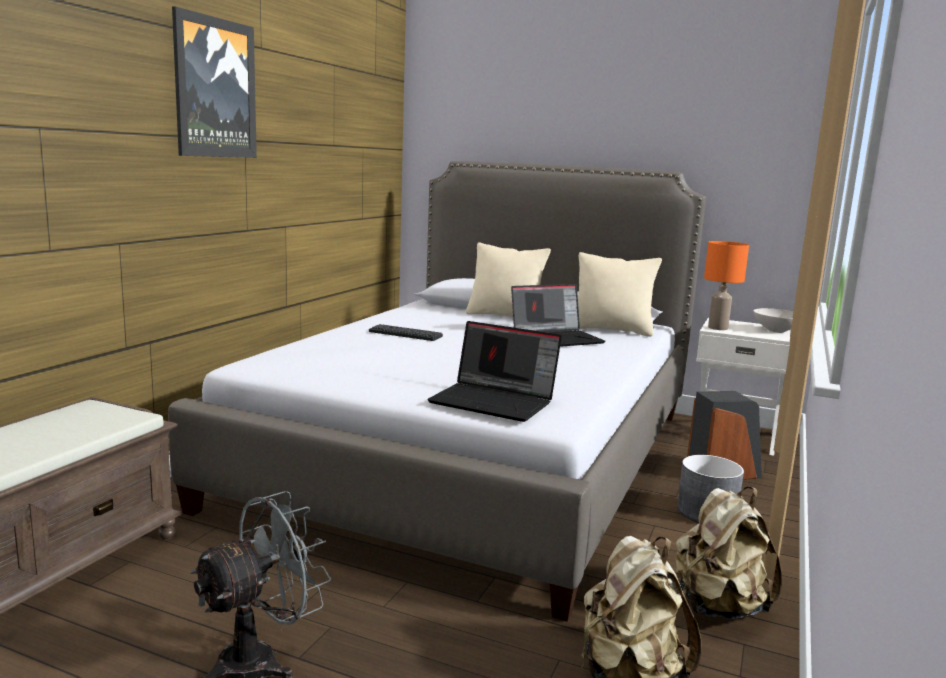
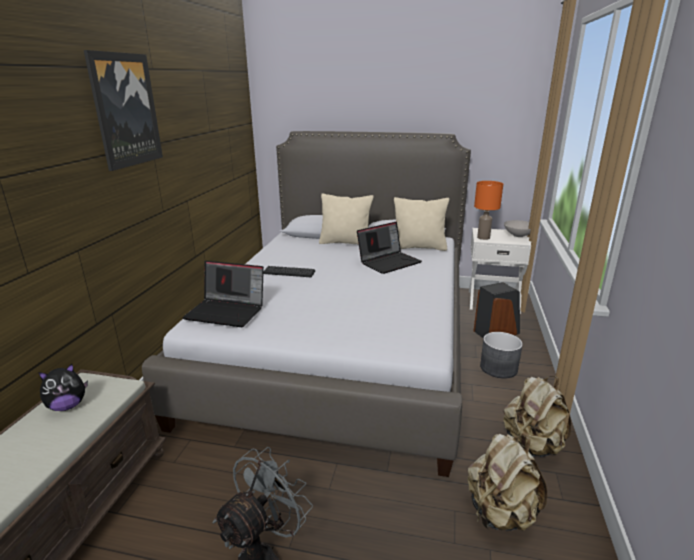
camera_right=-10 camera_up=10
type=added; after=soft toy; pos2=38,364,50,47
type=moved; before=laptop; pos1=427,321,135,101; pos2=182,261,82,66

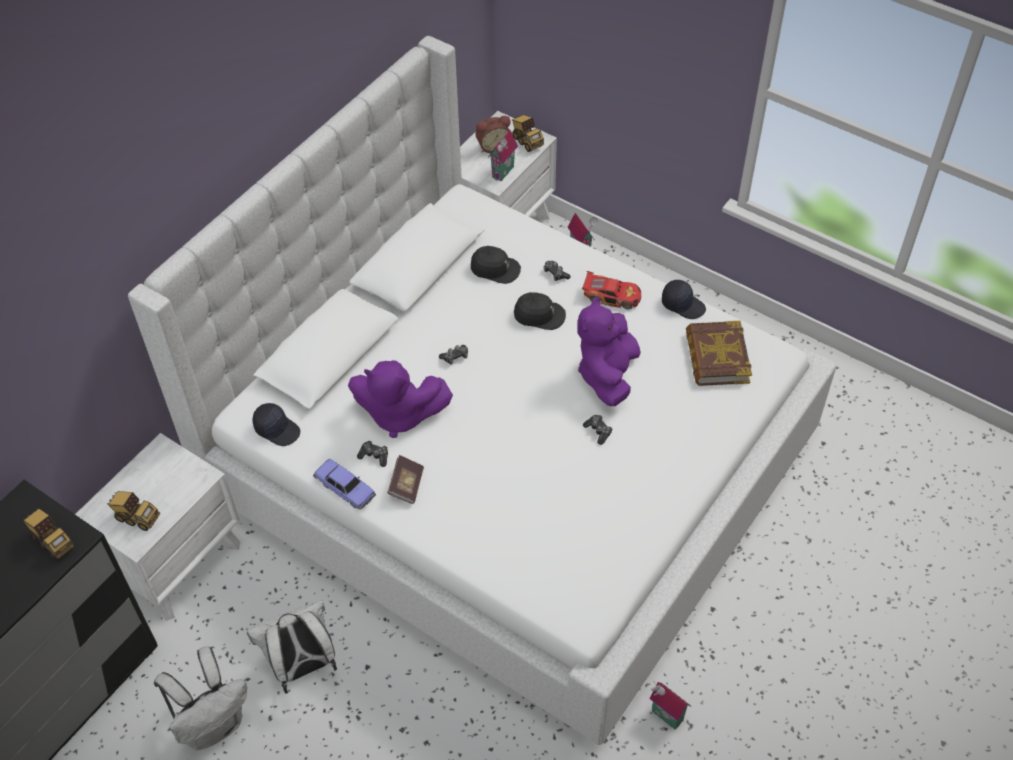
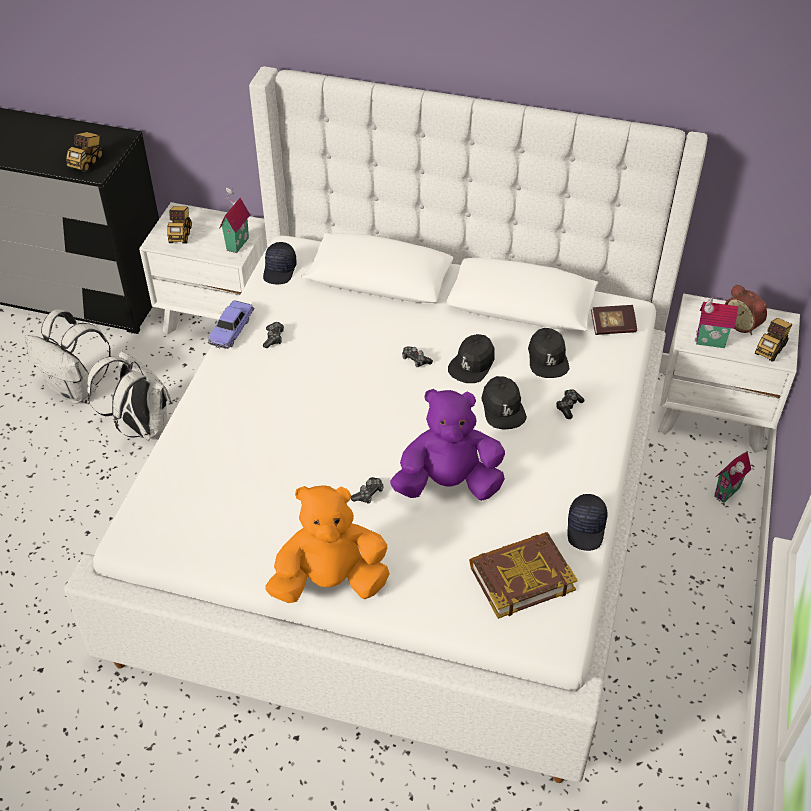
camera_right=70 camera_up=-5
type=moved; before=model house; pos1=649,681,42,49; pos2=219,187,31,66
type=added; after=soft toy/orange; pos2=265,485,125,118
type=added; after=peaked cap/black-coloured; pos2=448,334,47,49
type=moved; before=volume; pos1=388,455,36,49; pos2=591,305,46,30
type=removed; before=soft toy/purplish; pos1=348,360,105,78
type=removed; before=model car; pos1=582,271,59,38

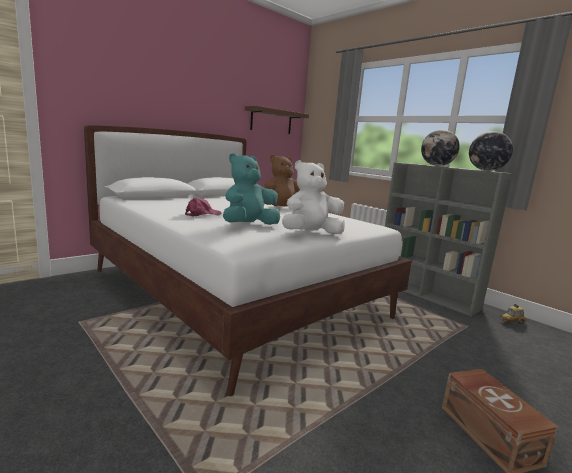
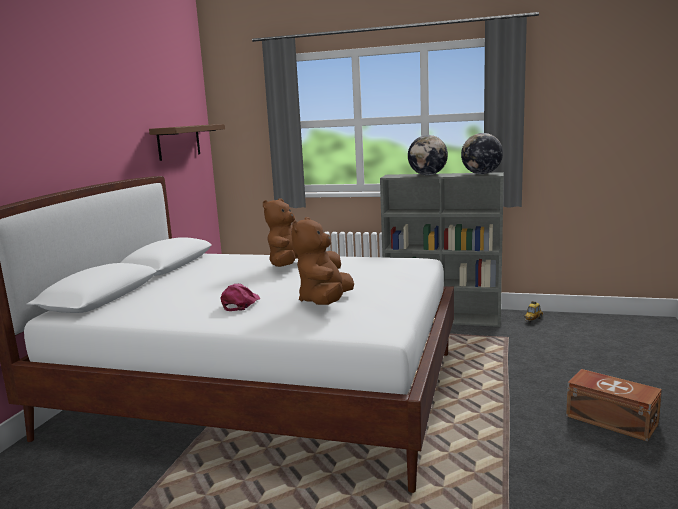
camera_right=-30 camera_up=0
type=recoloured; before=soft toy/blue-green; after=soft toy/brown; pos1=223,153,57,72; pos2=291,217,63,88
type=removed; before=soft toy/white; pos1=282,160,63,74

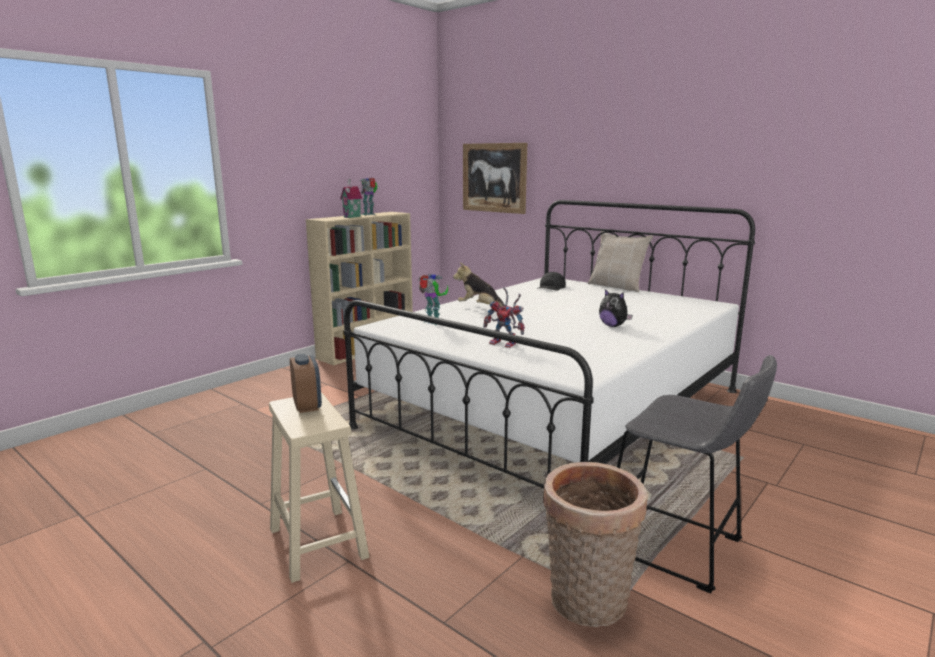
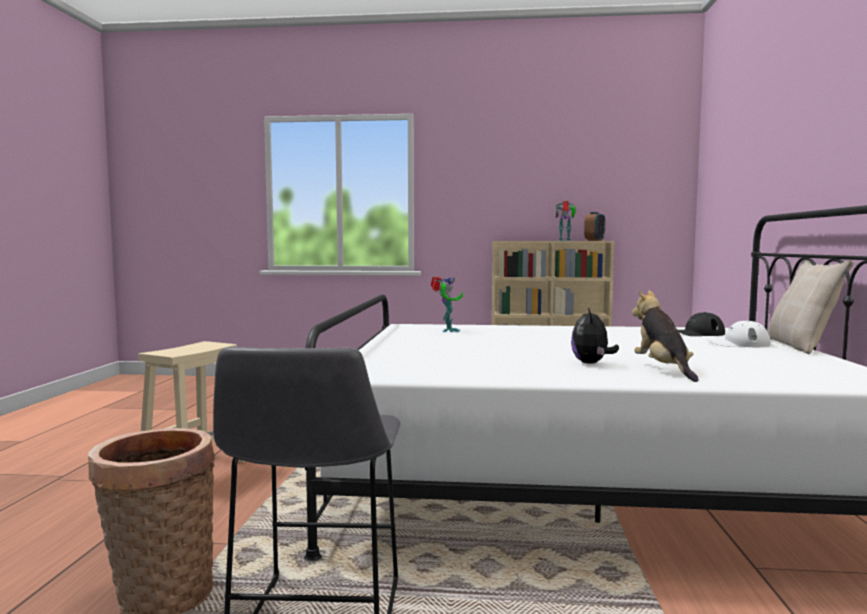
camera_right=55 camera_up=-10
type=moved; before=alarm clock; pos1=290,354,32,59; pos2=584,212,21,29
type=moved; before=soft toy; pos1=453,263,52,44; pos2=632,290,67,92
type=added; after=peaked cap/white; pos2=706,320,64,27
type=removed; before=model house; pos1=340,179,23,39
type=removed; before=picture; pos1=463,143,64,71
type=removed; before=robot figure; pos1=483,287,42,61

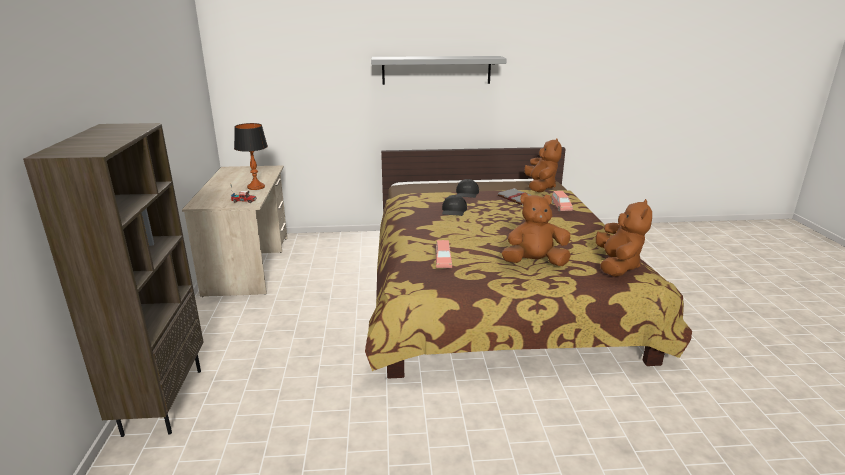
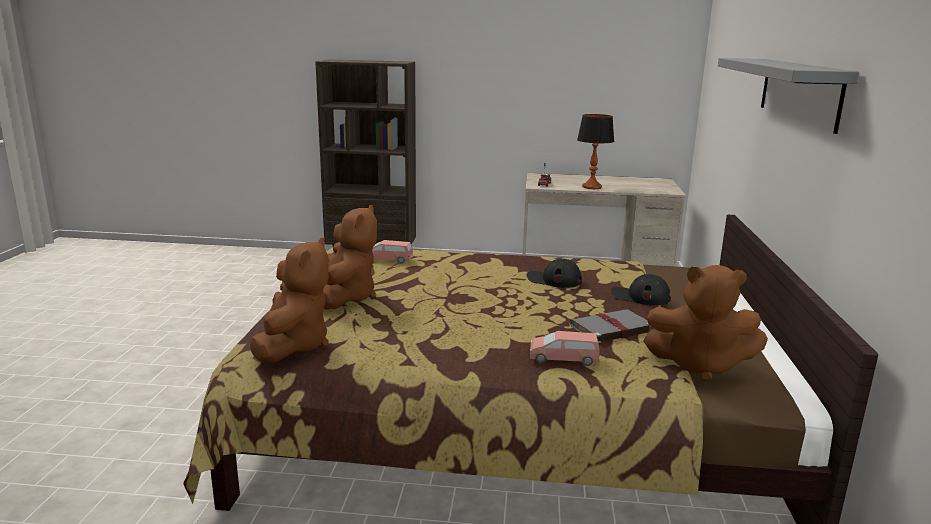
camera_right=100 camera_up=-5
type=turned; before=soft toy/brown; pos1=596,199,56,78; pos2=250,238,79,125; turn=-105

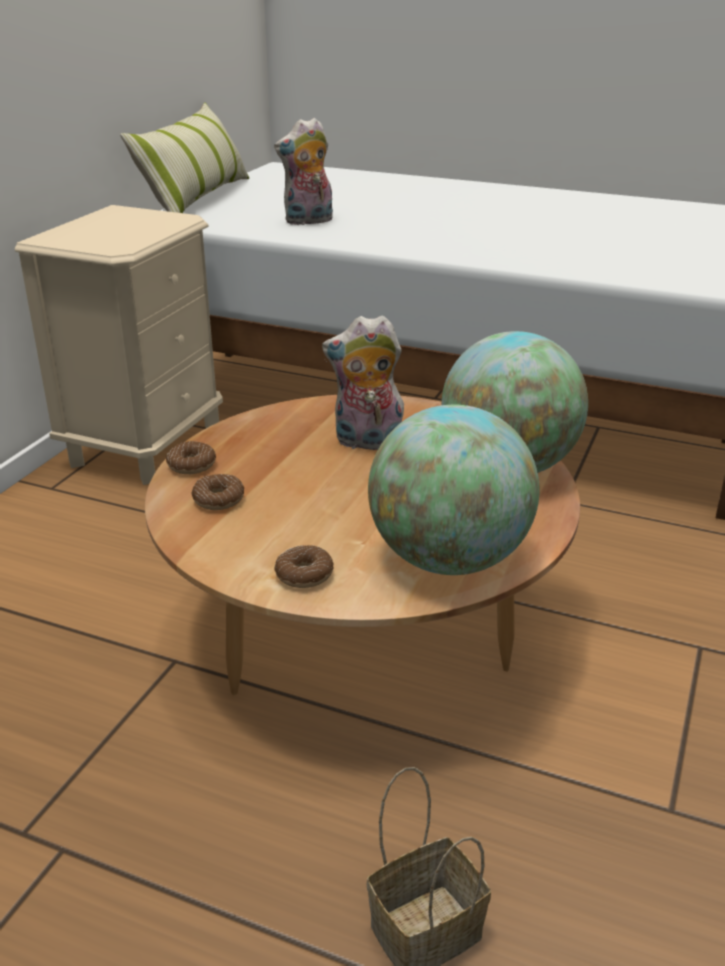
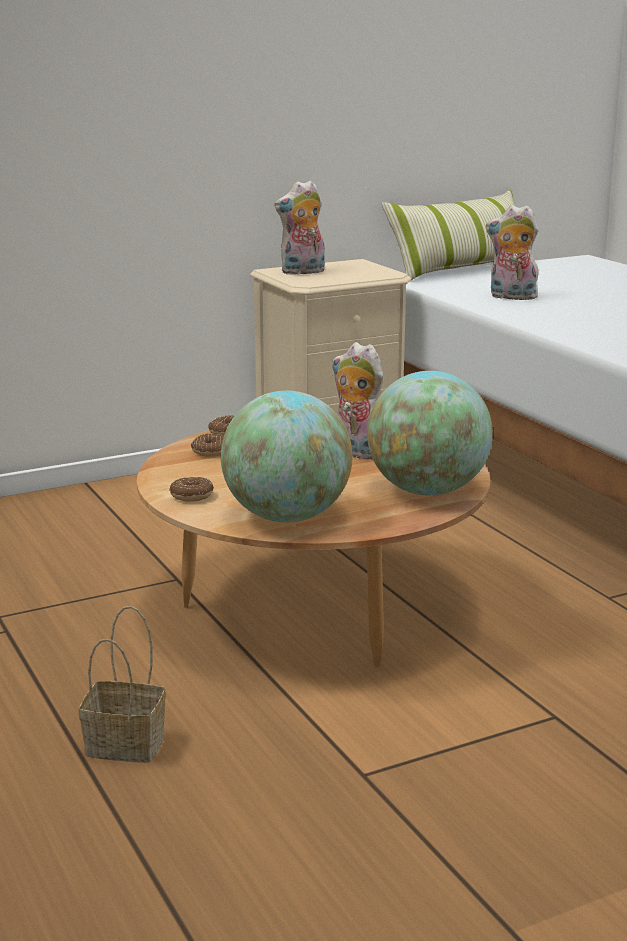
camera_right=40 camera_up=-10
type=added; after=soft toy; pos2=274,180,51,95

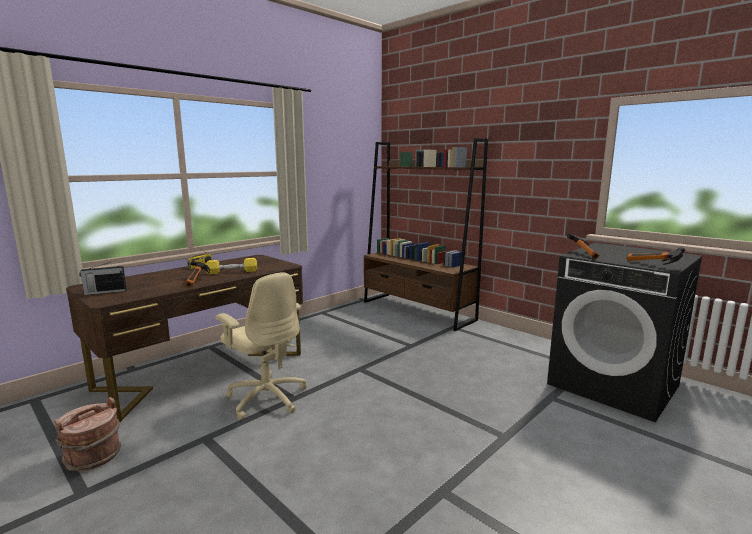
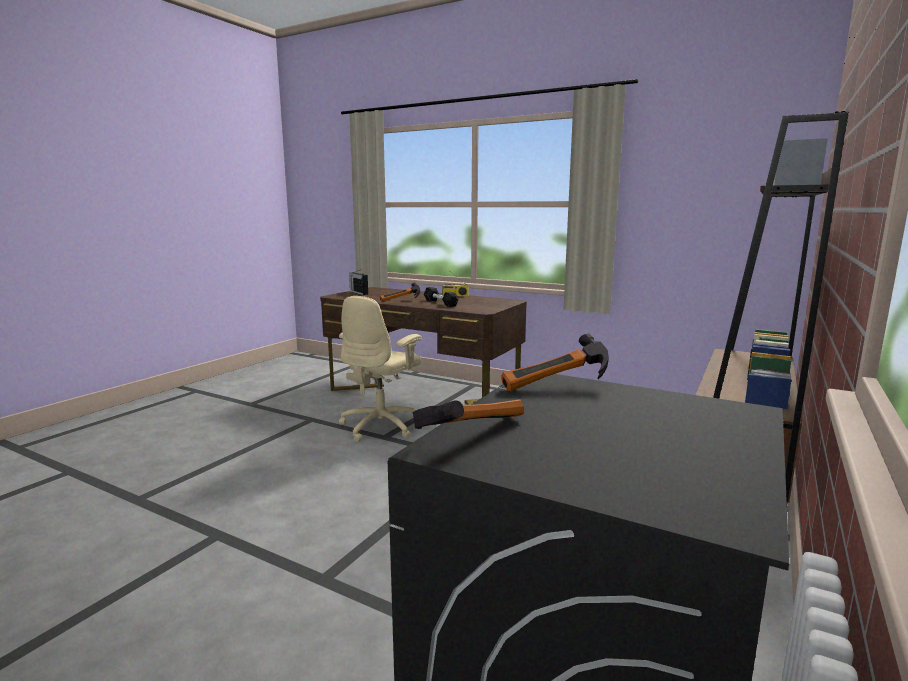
camera_right=75 camera_up=0
type=recoloured; before=dumbbell/yellowish; after=dumbbell/black-coloured; pos1=206,258,51,16; pos2=424,287,35,20
type=removed; before=bucket/brown; pos1=54,397,67,74

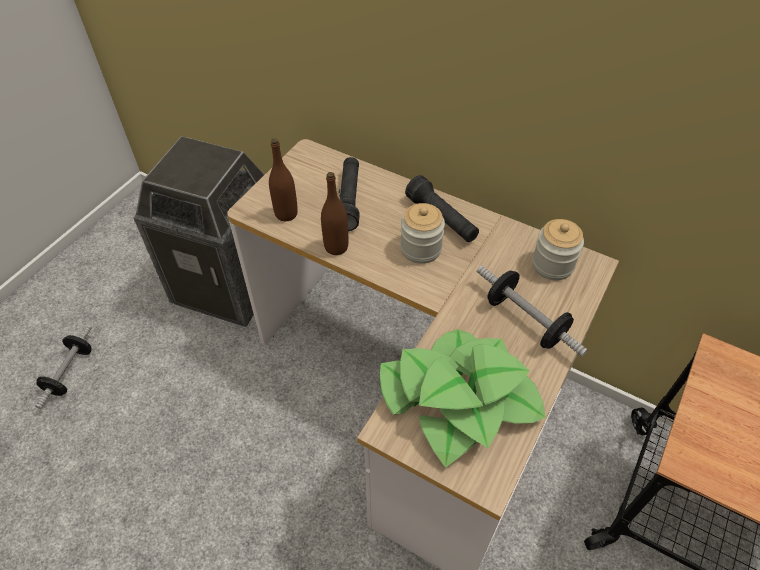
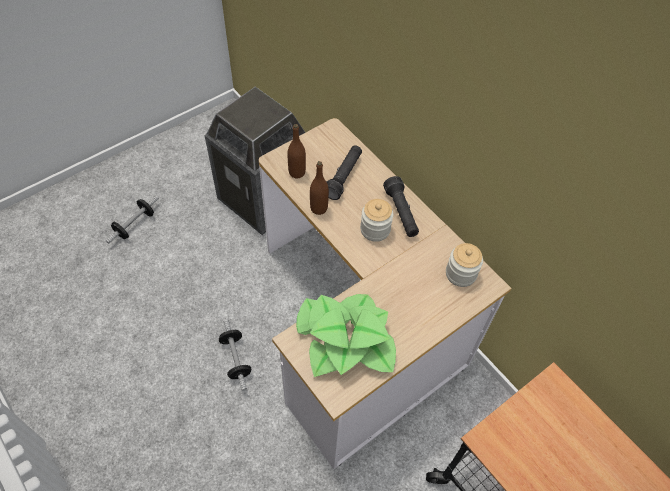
camera_right=20 camera_up=5
type=moved; before=dumbbell; pos1=477,265,111,92; pos2=219,320,32,71

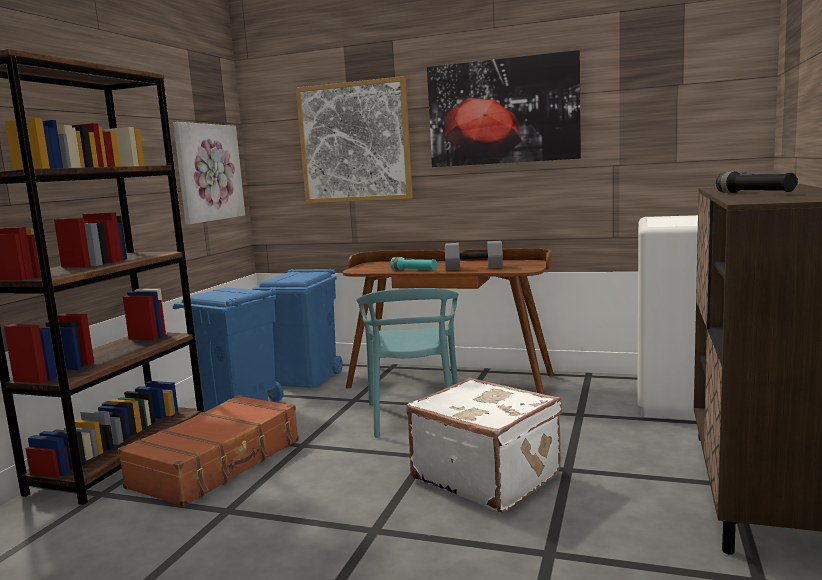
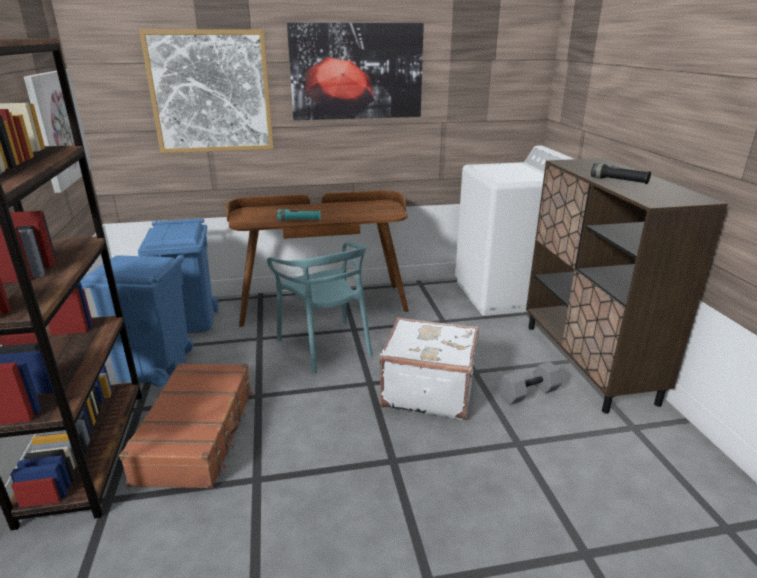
camera_right=-30 camera_up=15
type=moved; before=dumbbell/grey; pos1=445,241,58,29; pos2=498,362,64,43

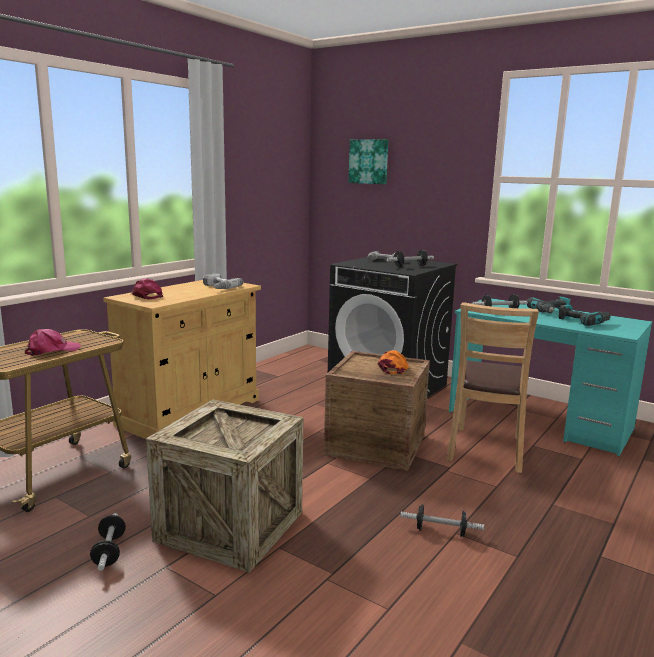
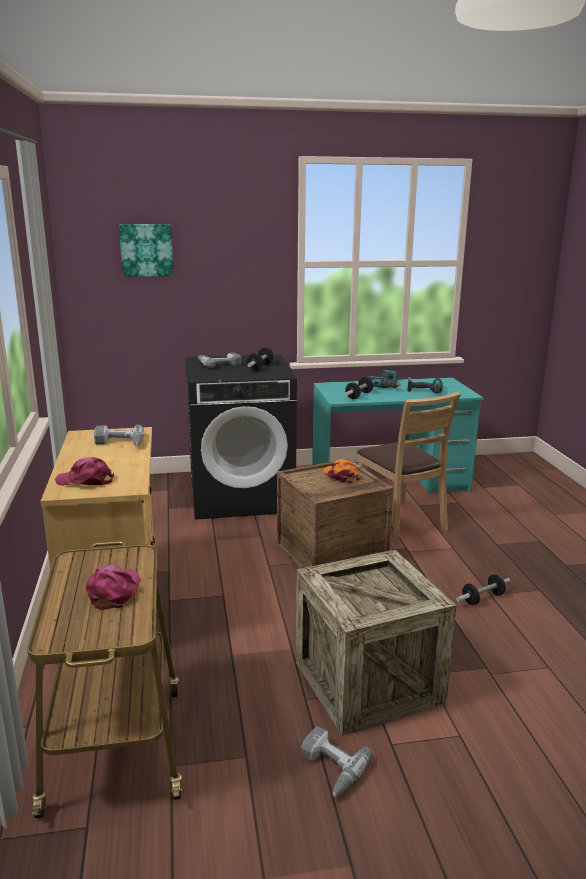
camera_right=-45 camera_up=5
type=replaced; before=dumbbell; after=drill; pos1=90,513,36,58; pos2=301,726,71,71

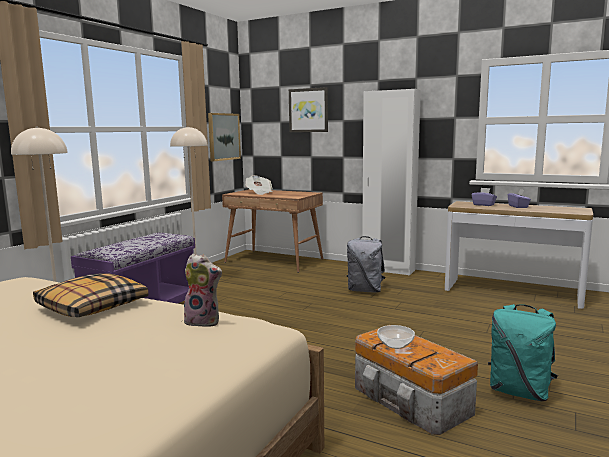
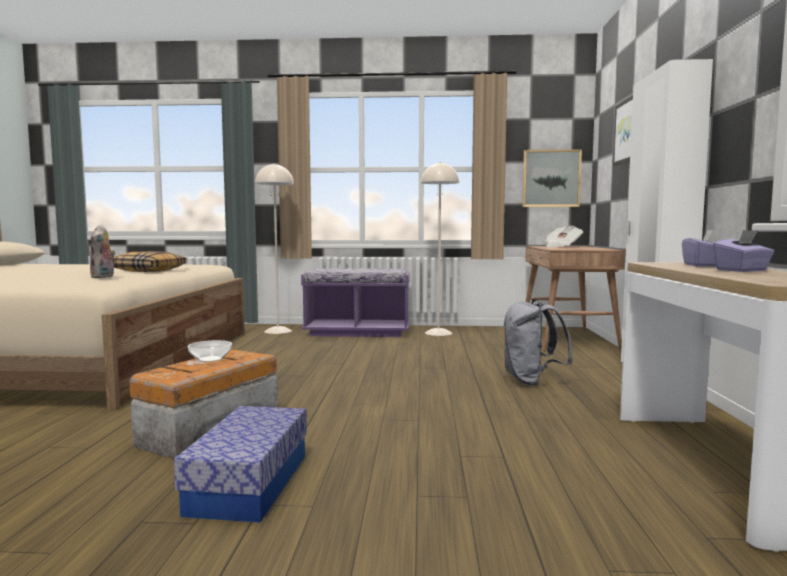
camera_right=65 camera_up=-5
type=replaced; before=backpack/blue-green; after=storage box; pos1=488,304,70,97; pos2=174,406,133,116

